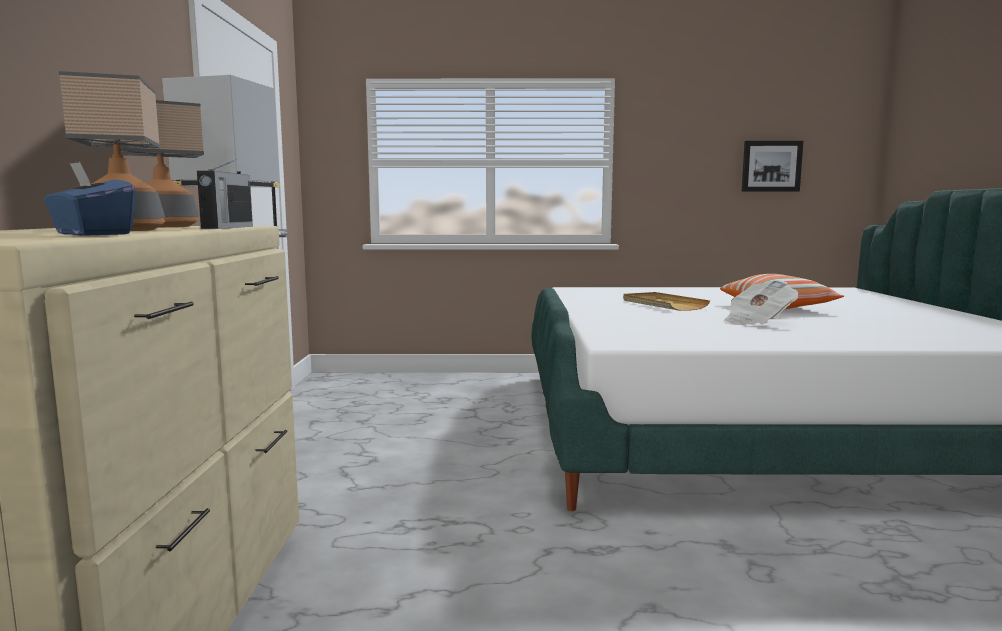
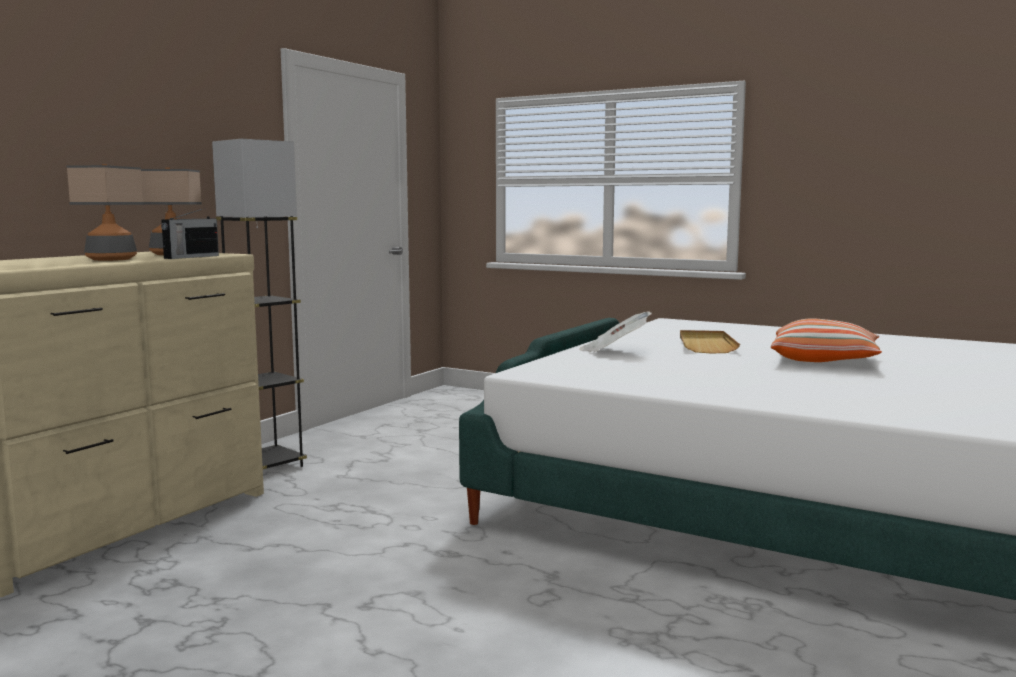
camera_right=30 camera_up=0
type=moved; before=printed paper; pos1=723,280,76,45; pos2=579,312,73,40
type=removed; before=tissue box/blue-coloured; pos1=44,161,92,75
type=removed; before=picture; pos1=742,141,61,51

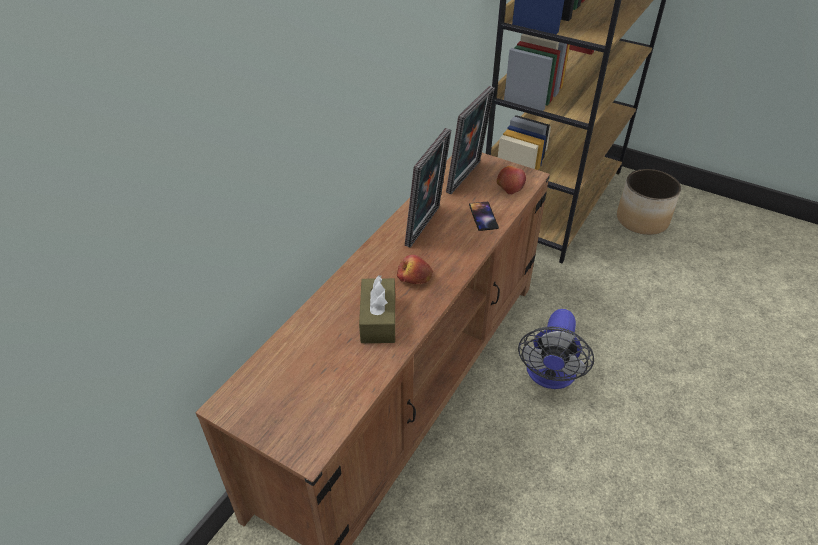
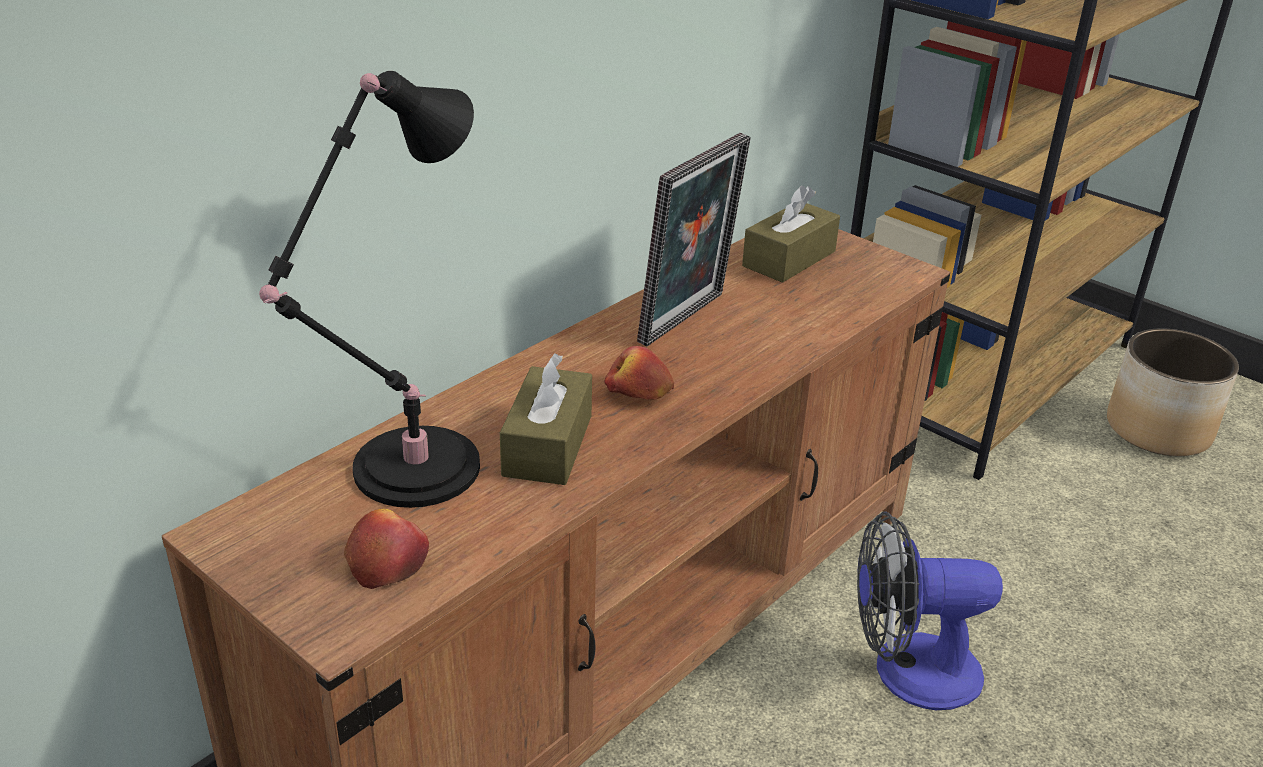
camera_right=10 camera_up=-10
type=added; after=tabletop lamp/black-coloured; pos2=259,71,221,437
type=moved; before=apple; pos1=497,166,29,28; pos2=344,509,85,80
type=replaced; before=photo frame; after=tissue box/brown; pos1=446,86,49,108; pos2=742,186,98,97
type=turned; before=electric fan; pos1=518,309,76,80; pos2=857,511,146,199; turn=60
type=removed; before=telephone; pos1=469,202,30,29

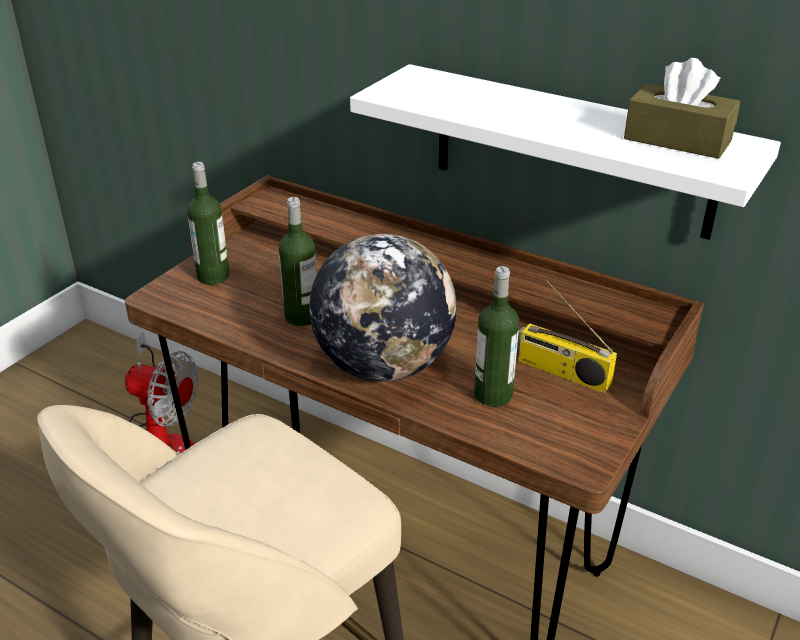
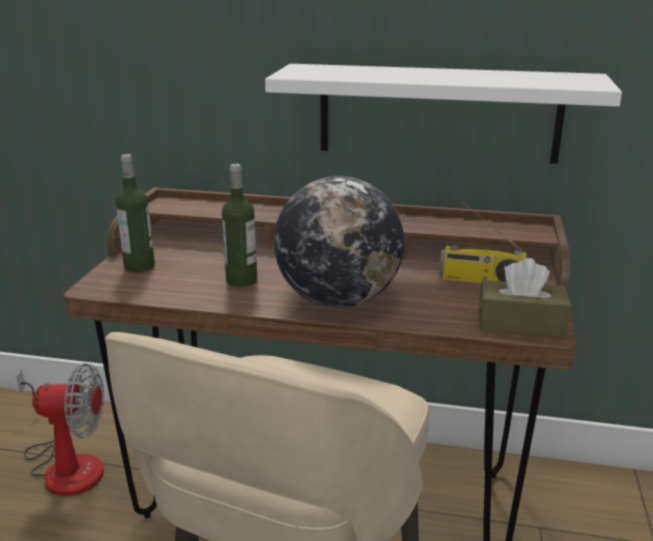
camera_right=-20 camera_up=-10
type=moved; before=tissue box/brown; pos1=624,58,116,101; pos2=479,258,92,80
type=removed; before=beverage bottle; pos1=474,266,45,141

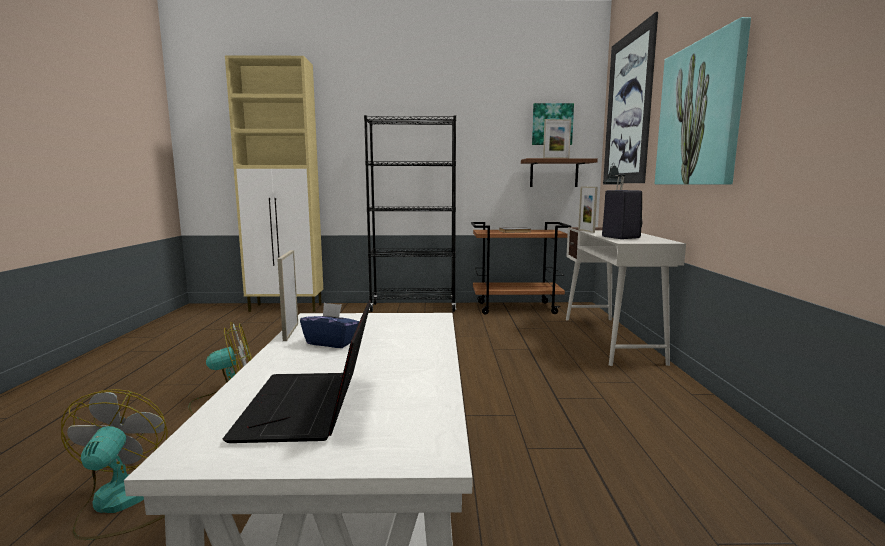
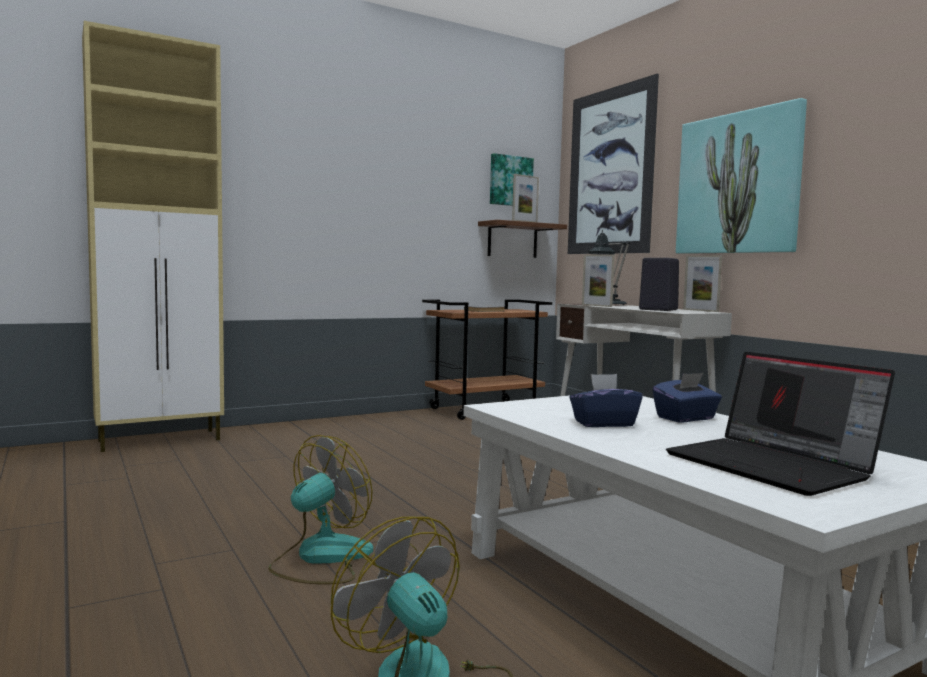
camera_right=-30 camera_up=-5
type=added; after=tissue box/blue-coloured; pos2=653,373,69,49
type=moved; before=photo frame; pos1=277,250,21,91; pos2=683,256,39,56
type=removed; before=bookcase/black-coloured; pos1=364,115,92,197

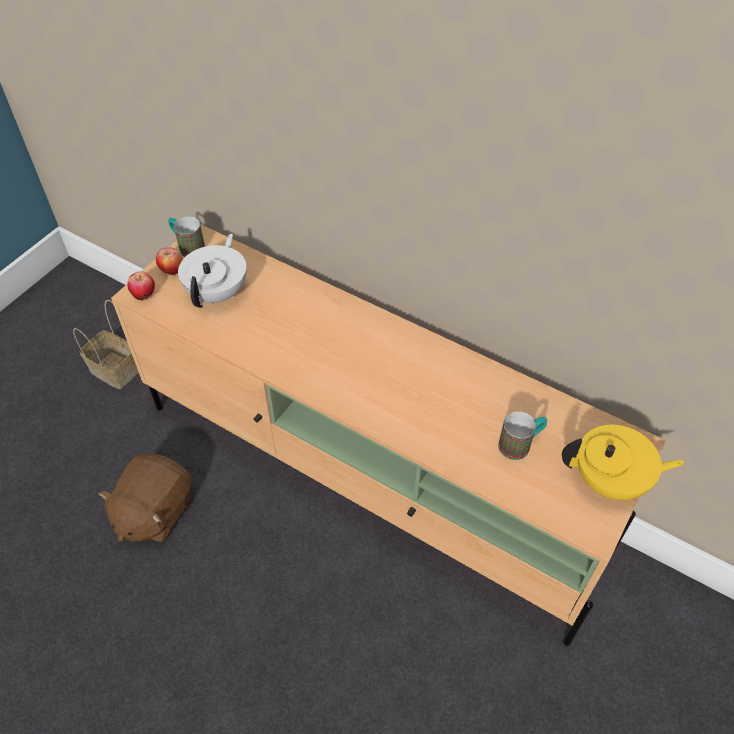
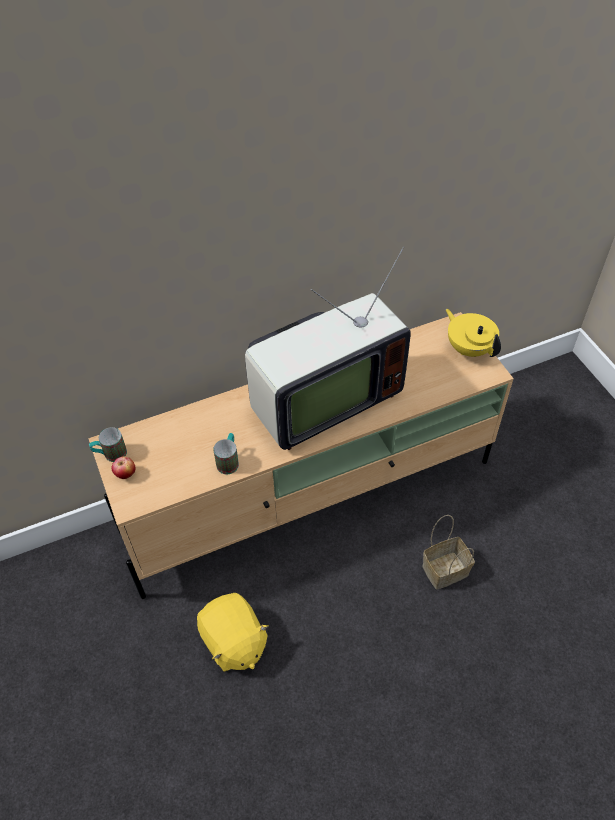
camera_right=-55 camera_up=0
type=recoloured; before=soft toy/brown; after=soft toy/yellowish; pos1=98,454,94,88; pos2=197,593,72,79
type=moved; before=tea mug; pos1=498,411,49,49; pos2=213,433,26,41
type=added; after=TV set; pos2=245,247,166,203
type=moved; before=household basket; pos1=73,299,65,90; pos2=422,515,53,75
type=turned; before=teapot/yellowish; pos1=562,425,123,75; pos2=446,309,55,48; turn=-75
type=removed; before=apple; pos1=127,271,28,30
type=removed; before=teapot/white; pos1=178,234,69,74

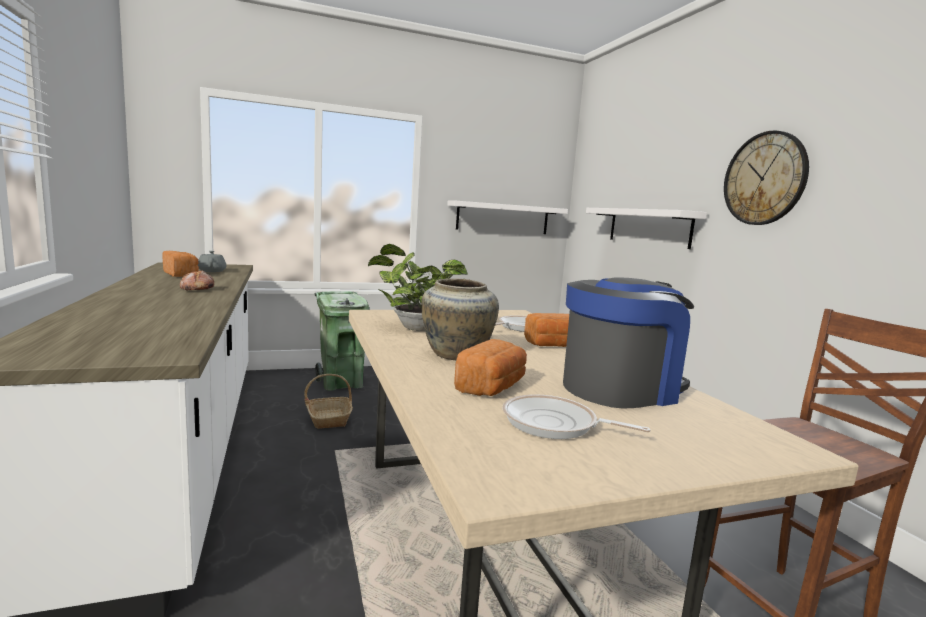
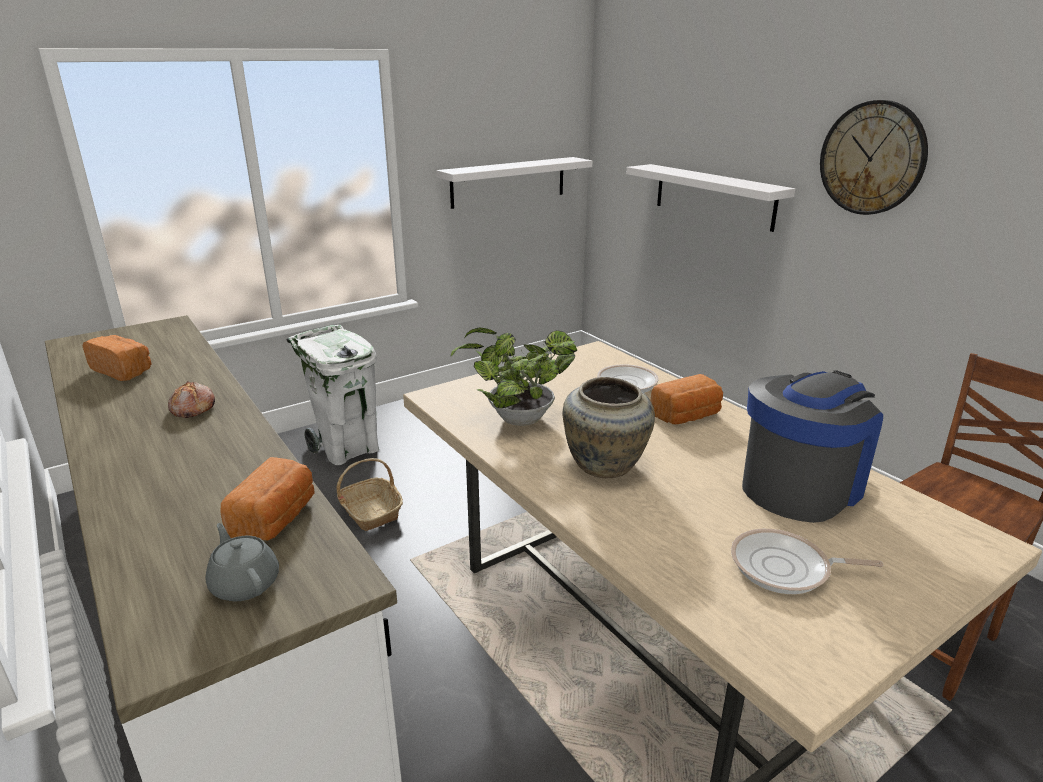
camera_right=-15 camera_up=15
type=moved; before=teapot/grey; pos1=198,251,28,21; pos2=205,523,74,78
type=moved; before=bread; pos1=454,339,73,57; pos2=220,457,94,84
type=recoloured; before=trash can/greenish; after=trash can/white; pos1=314,291,55,100; pos2=286,325,93,140

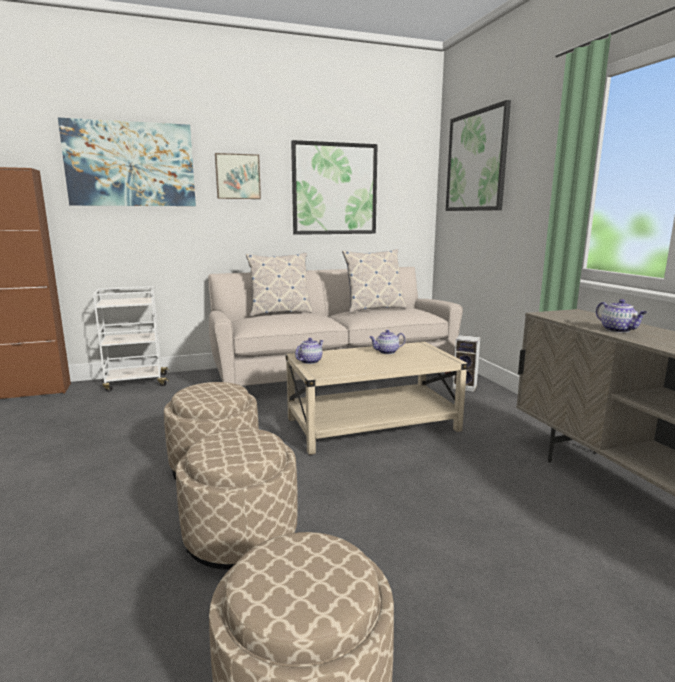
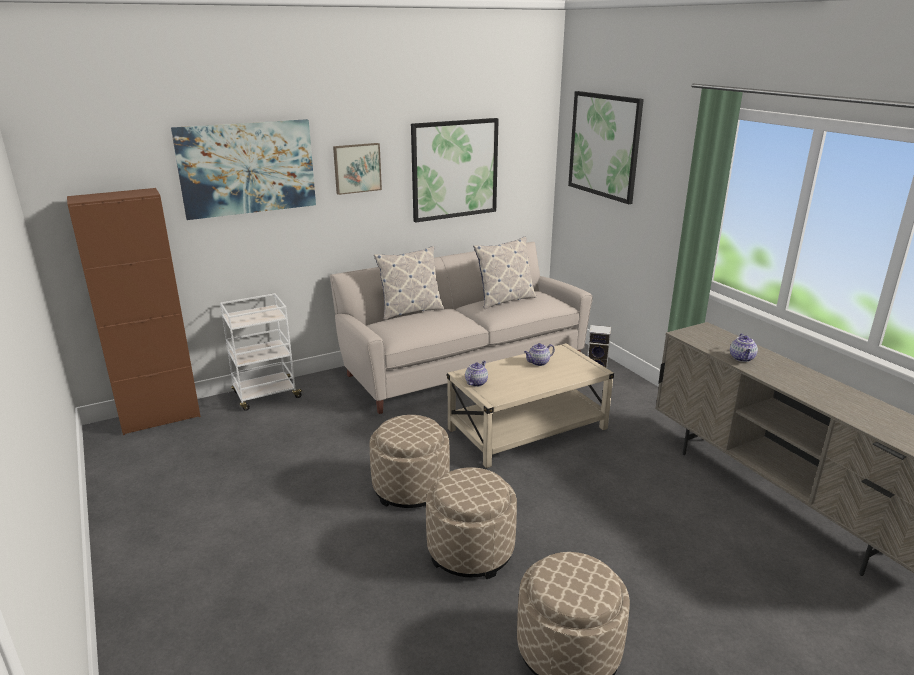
camera_right=-10 camera_up=10
type=turned; before=teapot; pos1=596,299,51,34; pos2=730,333,28,29; turn=45

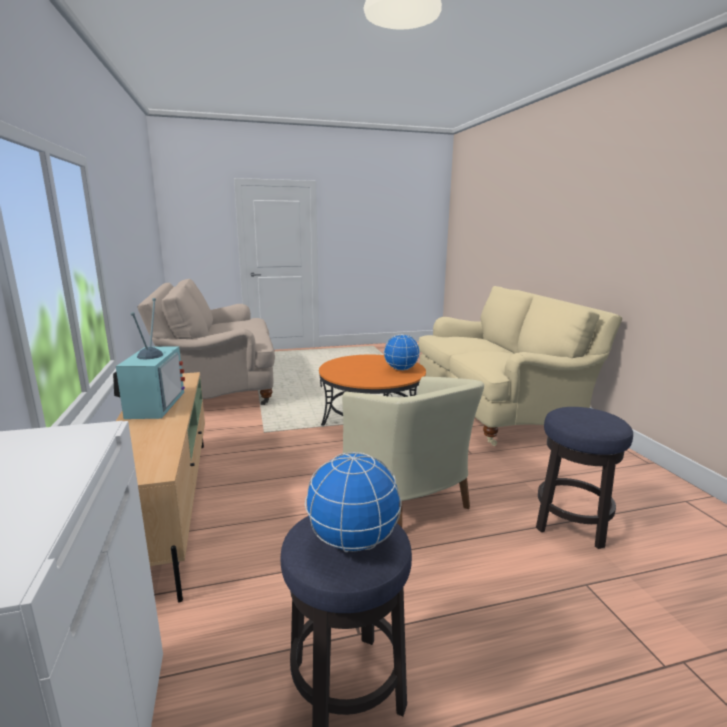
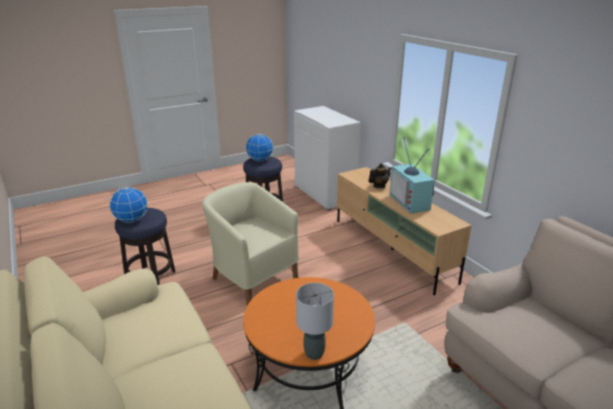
camera_right=165 camera_up=10
type=moved; before=desk globe; pos1=384,334,36,36; pos2=109,187,39,36
type=added; after=tabletop lamp/grey; pos2=296,283,38,77
type=added; after=teapot; pos2=368,163,24,25

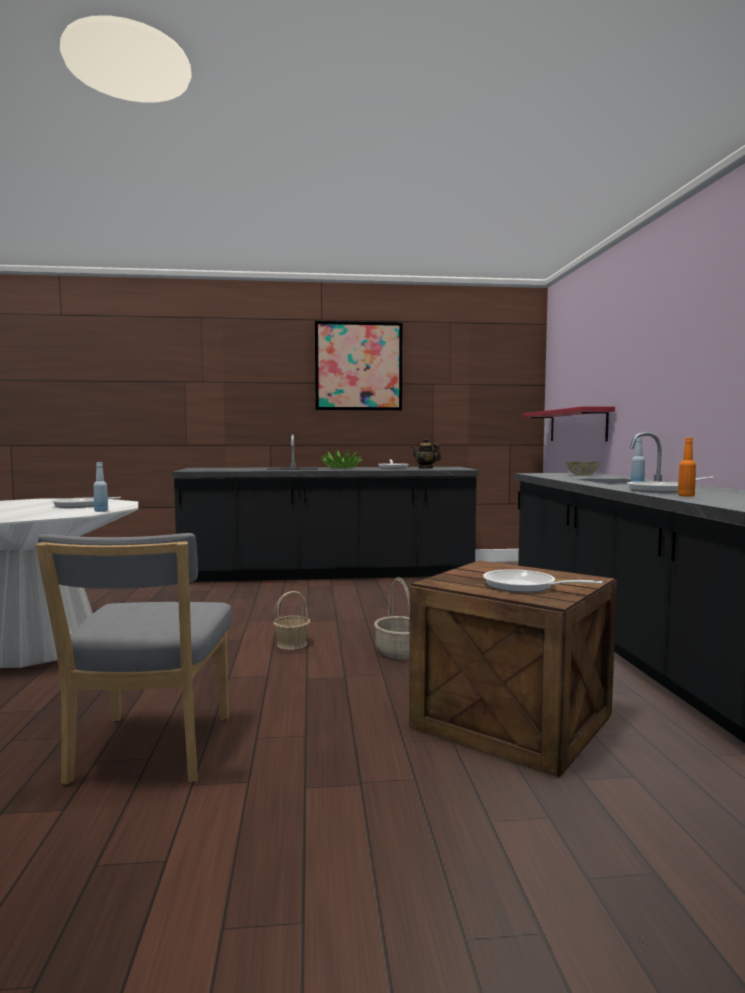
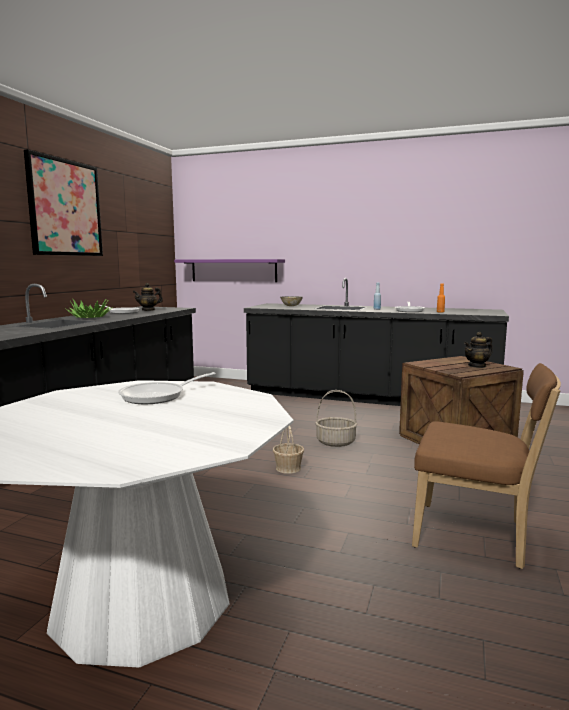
camera_right=-65 camera_up=5
type=recoloured; before=bracket shelf/red; after=bracket shelf/purplish; pos1=522,406,93,35; pos2=174,259,111,23
type=recoloured; before=plain chair/grey; after=plain chair/brown; pos1=36,533,196,251; pos2=412,363,149,206
type=replaced; before=frying pan; after=teapot; pos1=483,569,121,24; pos2=464,332,28,36
type=removed; before=beverage bottle/blue-coloured; pos1=93,462,15,50

